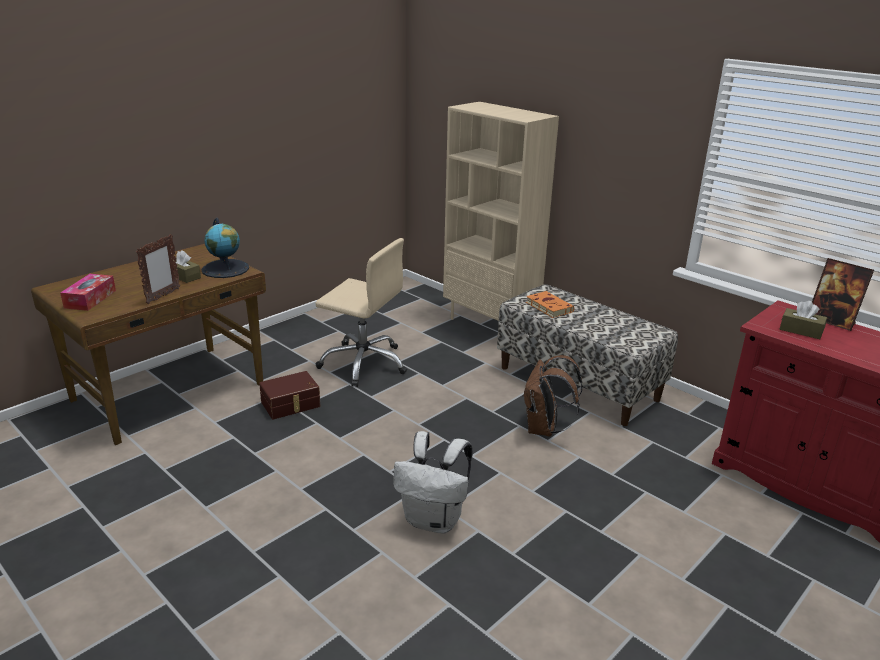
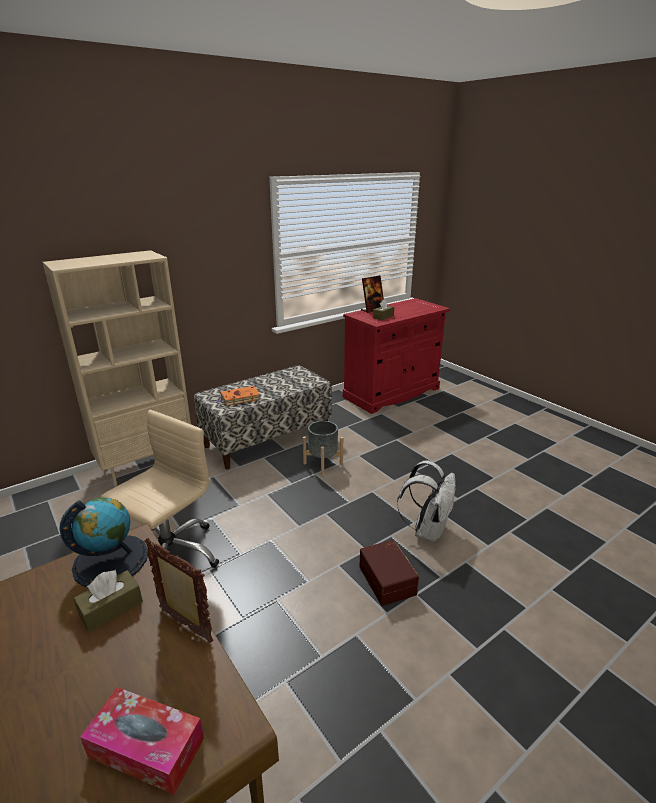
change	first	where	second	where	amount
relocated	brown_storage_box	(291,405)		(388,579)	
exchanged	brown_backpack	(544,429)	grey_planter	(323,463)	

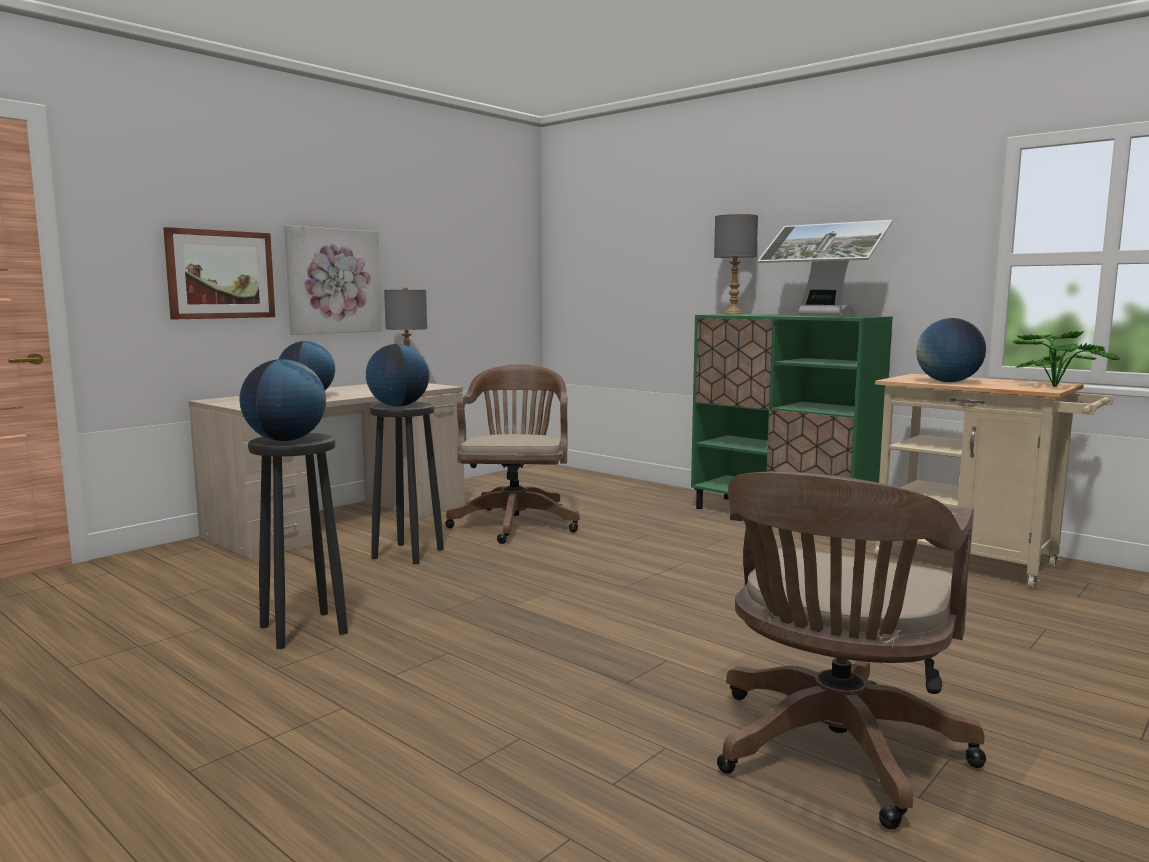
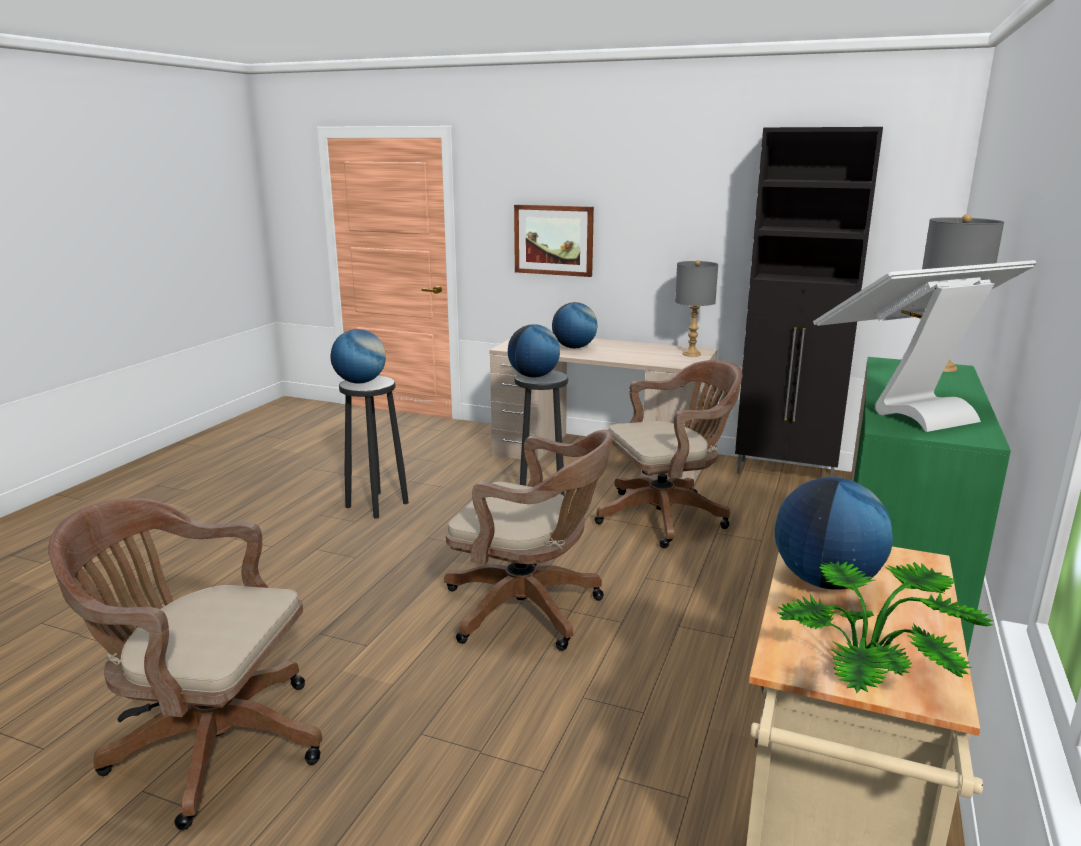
change	first	where	second	where	amount
missing	picture	(333,281)			
appeared			brown_office_chair	(530,610)	
appeared			black_cabinet	(786,473)	
spun	monitor	(821,316)		(907,410)	45 degrees clockwise

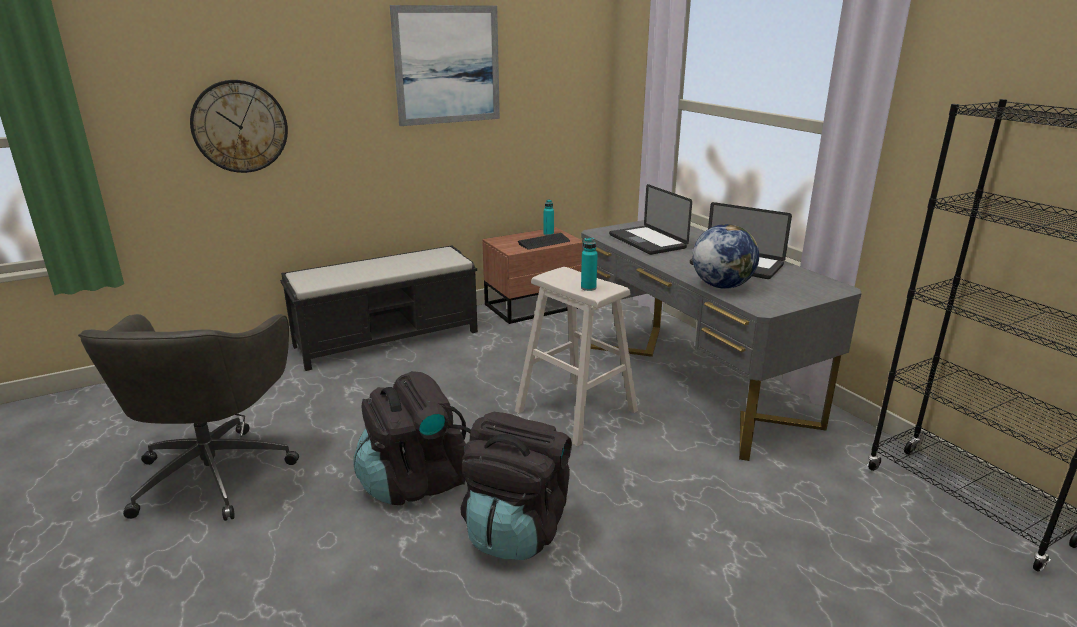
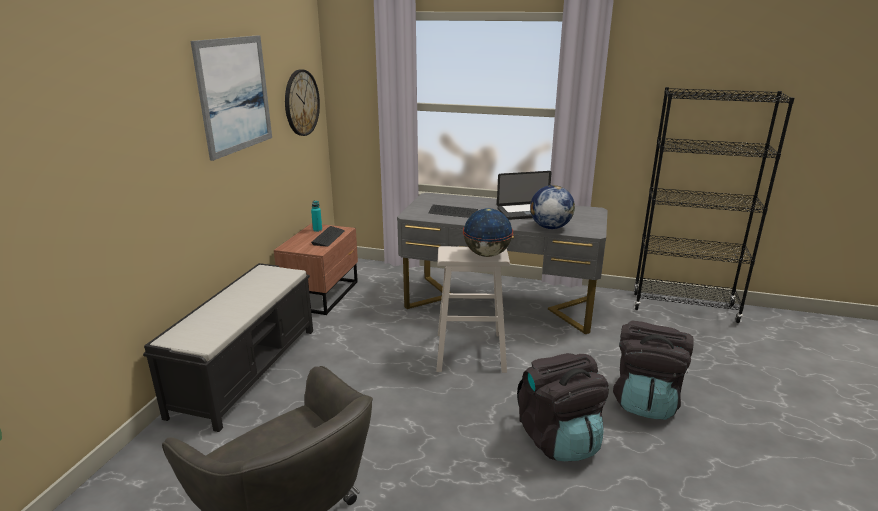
change	first	where	second	where	amount
relocated	wall_clock	(239,126)		(301,103)	
relocated	black_backpack	(416,482)		(645,400)	
exchanged	turquoise_bottle	(588,288)	globe	(486,255)	
exchanged	laptop	(647,241)	keyboard	(453,212)	

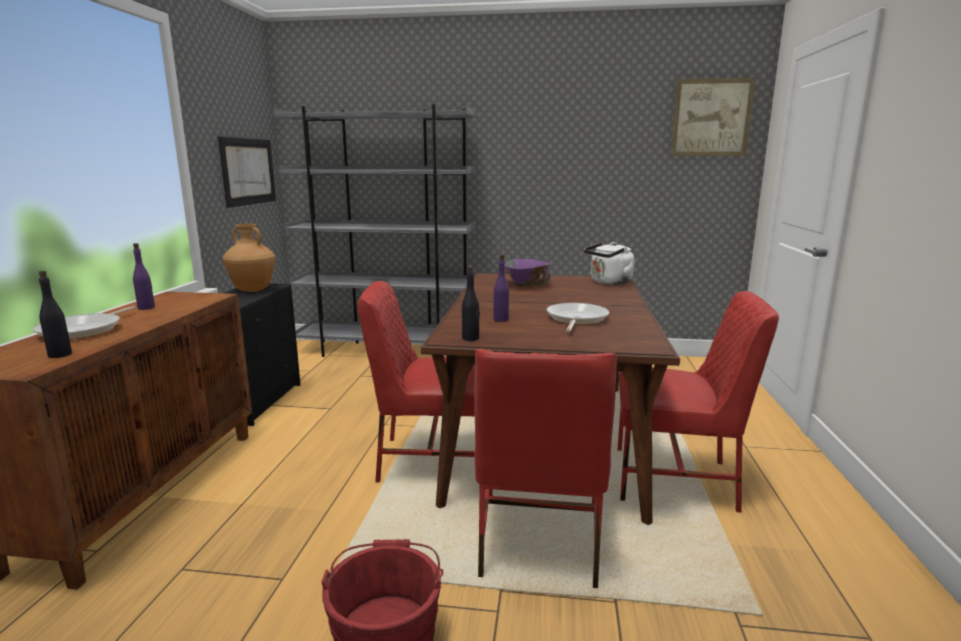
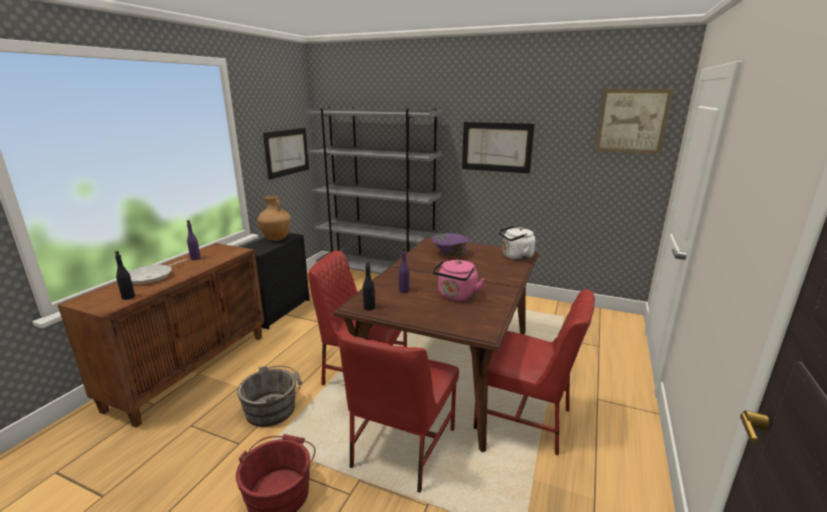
change	first	where	second	where	amount
appeared			grey_bucket	(274,409)	
appeared			picture	(496,147)	
exchanged	frying_pan	(576,319)	pink_kettle	(456,296)	

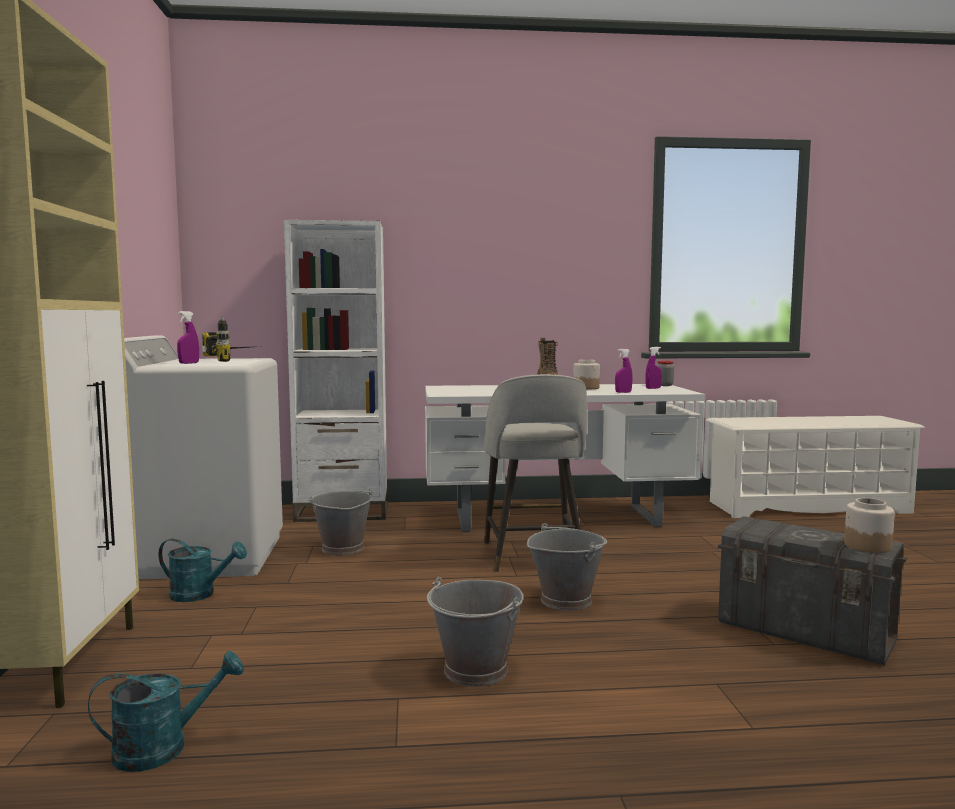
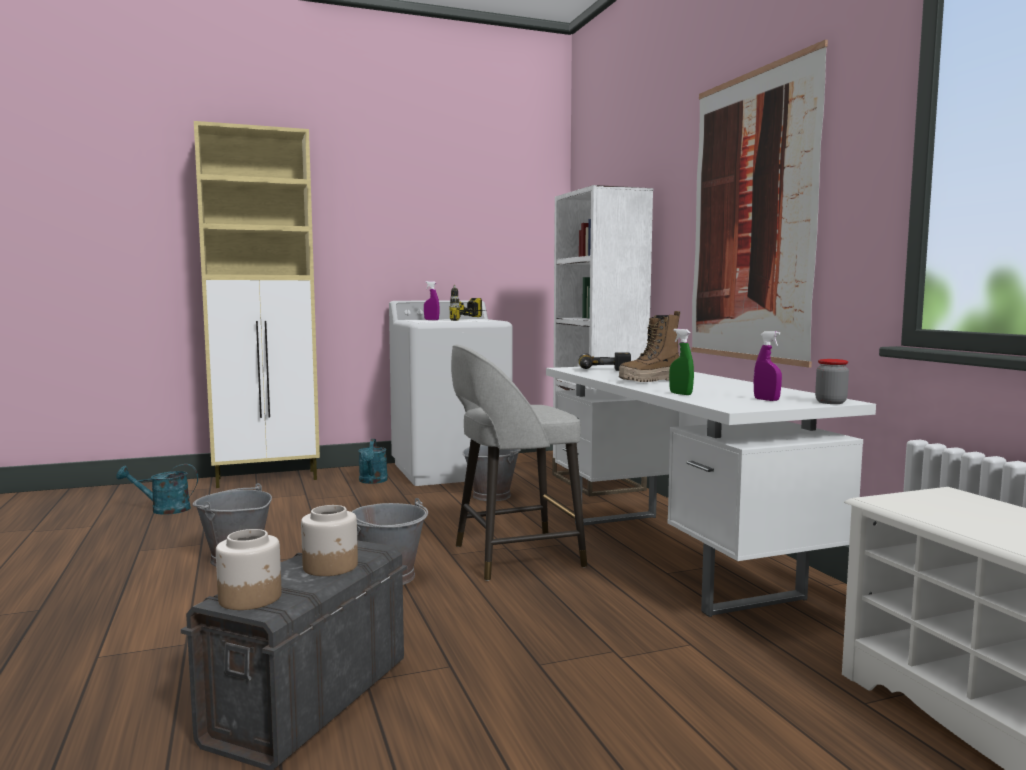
change	first	where	second	where	amount
appeared			power_drill	(604,370)	
appeared			picture	(751,217)	
relocated	jar	(586,388)		(331,566)	
colour	purple_spray_bottle	(623,392)	green_spray_bottle	(680,394)	
spun	turquoise_watering_can	(164,748)		(163,510)	120 degrees clockwise

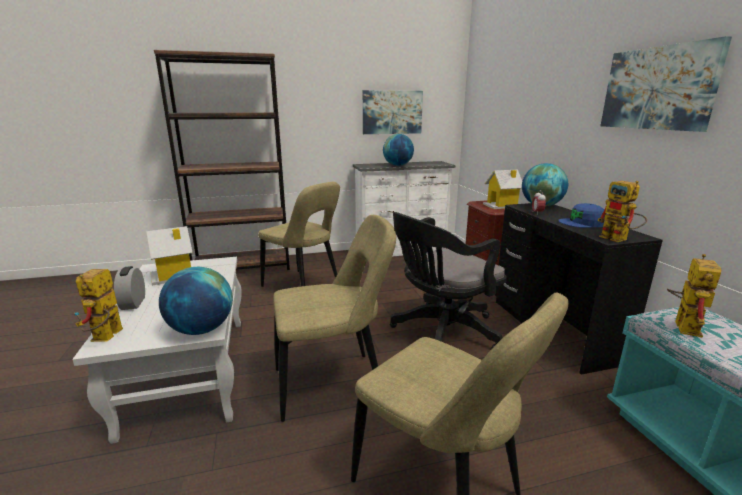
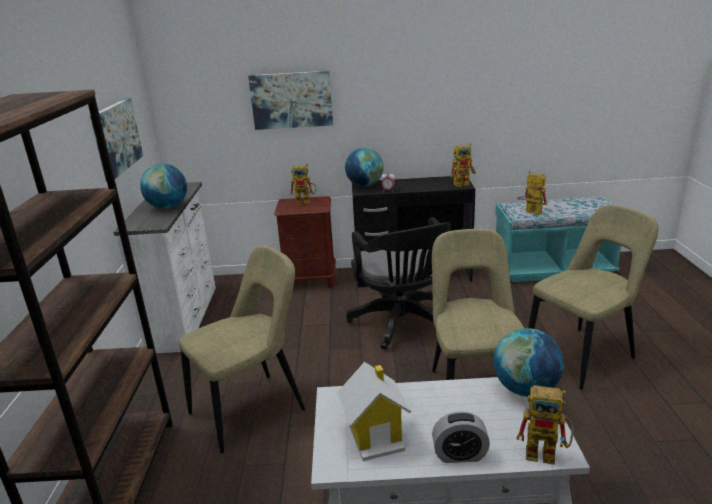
change	first	where	second	where	amount
missing	blue_cap	(582,223)			
relocated	picture	(658,88)		(291,100)	
exchanged	toy_house	(501,206)	toy_robot	(306,202)	

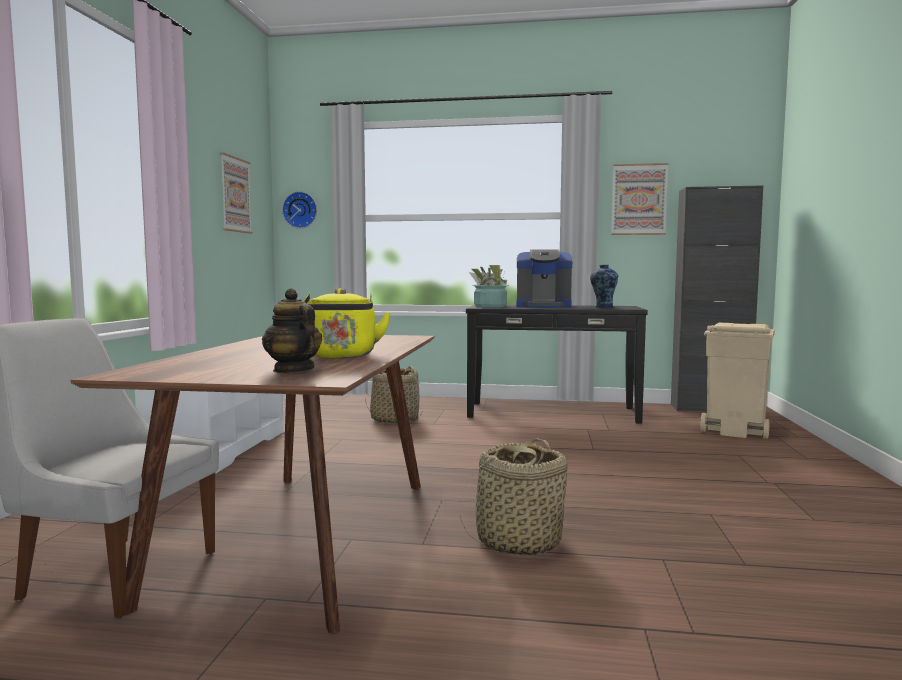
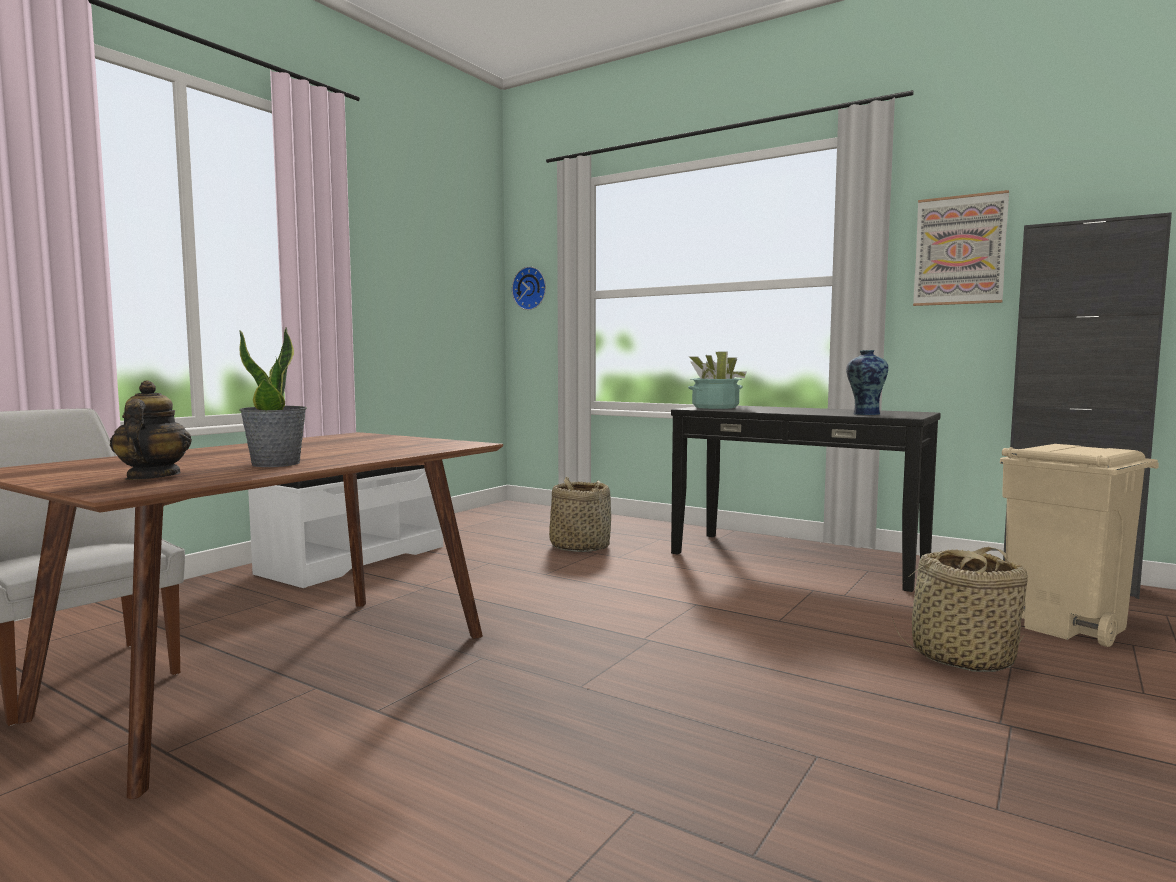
change	first	where	second	where	amount
missing	picture	(235,195)			
missing	coffee_machine	(543,306)			
relocated	basket	(517,542)		(961,657)	
exchanged	yellow_kettle	(342,356)	potted_plant	(276,464)	

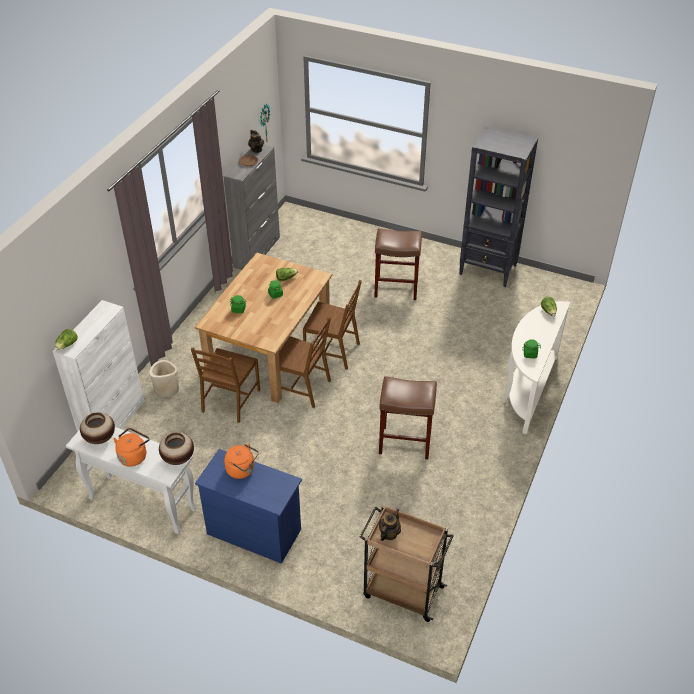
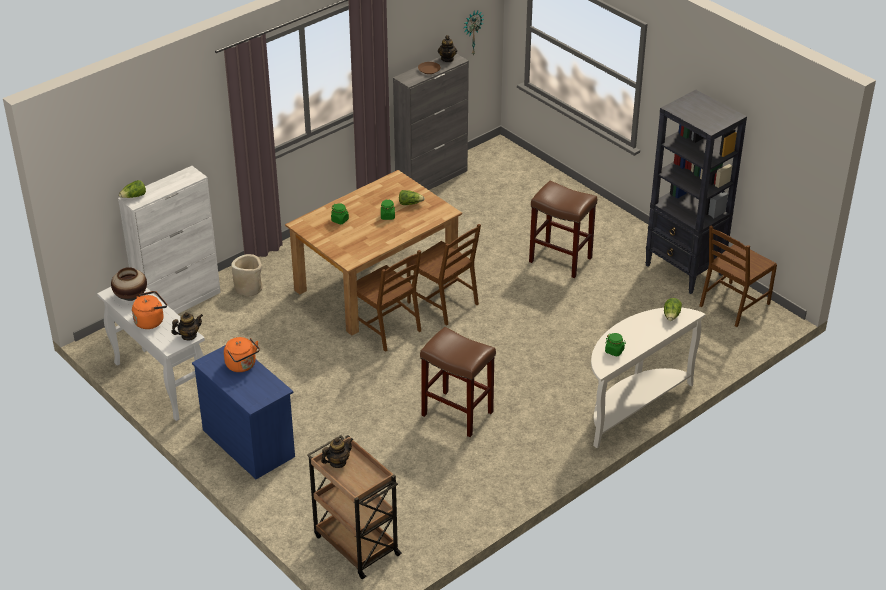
change	first	where	second	where	amount
relocated	brown_chair	(230,401)		(733,305)	
exchanged	vase	(178,458)	teapot	(189,336)	

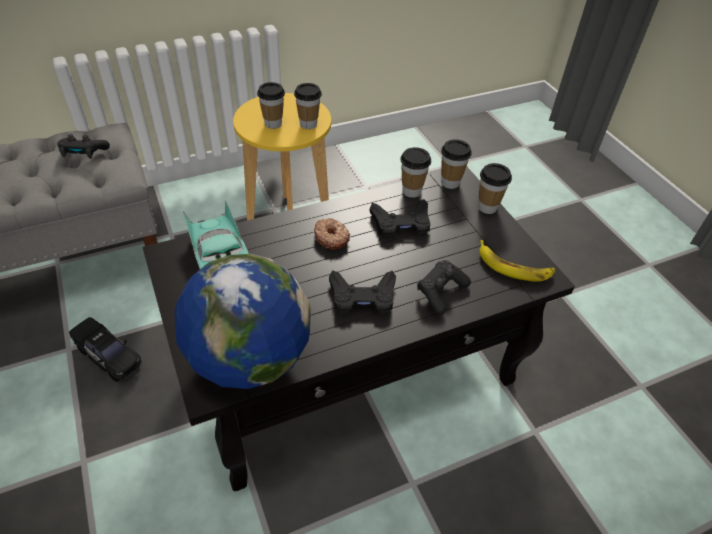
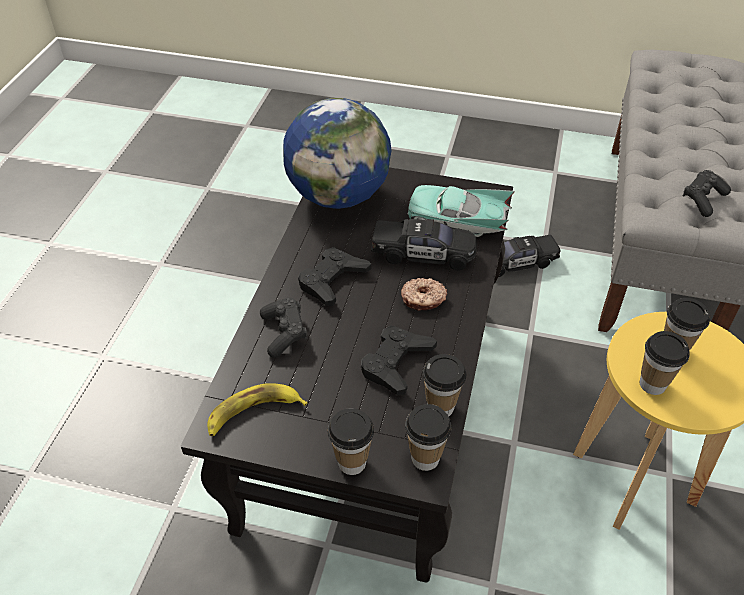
change	first	where	second	where	amount
appeared			black_toy_car	(423,254)	

